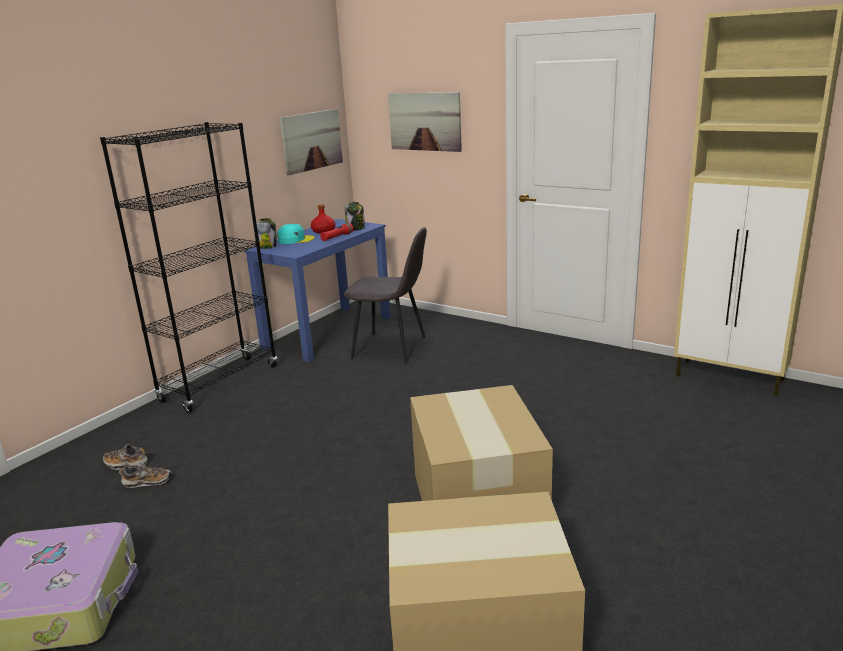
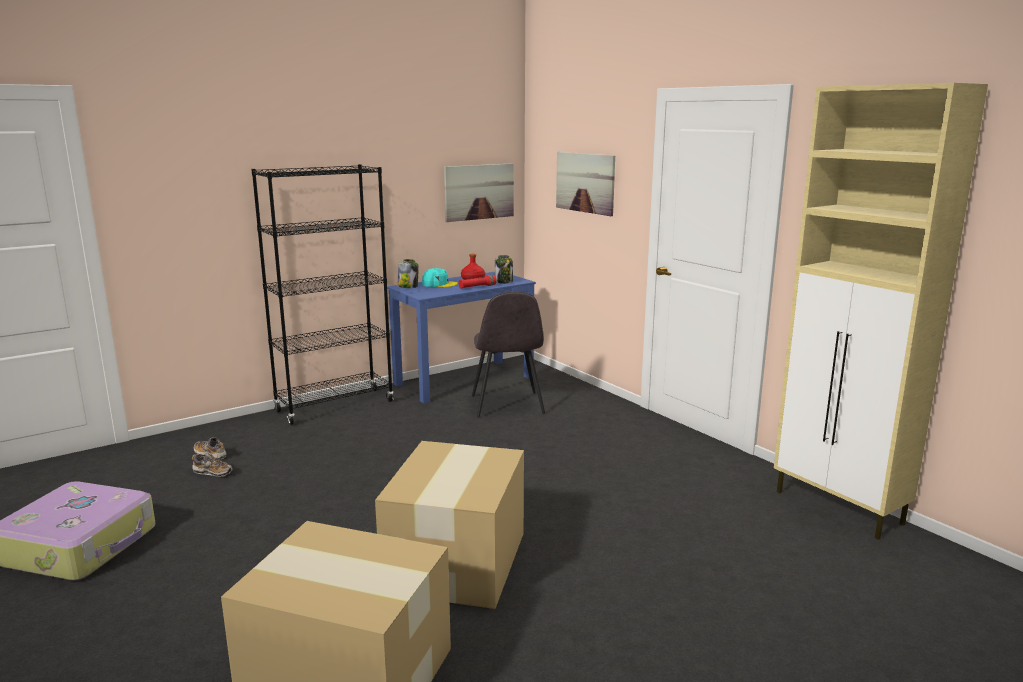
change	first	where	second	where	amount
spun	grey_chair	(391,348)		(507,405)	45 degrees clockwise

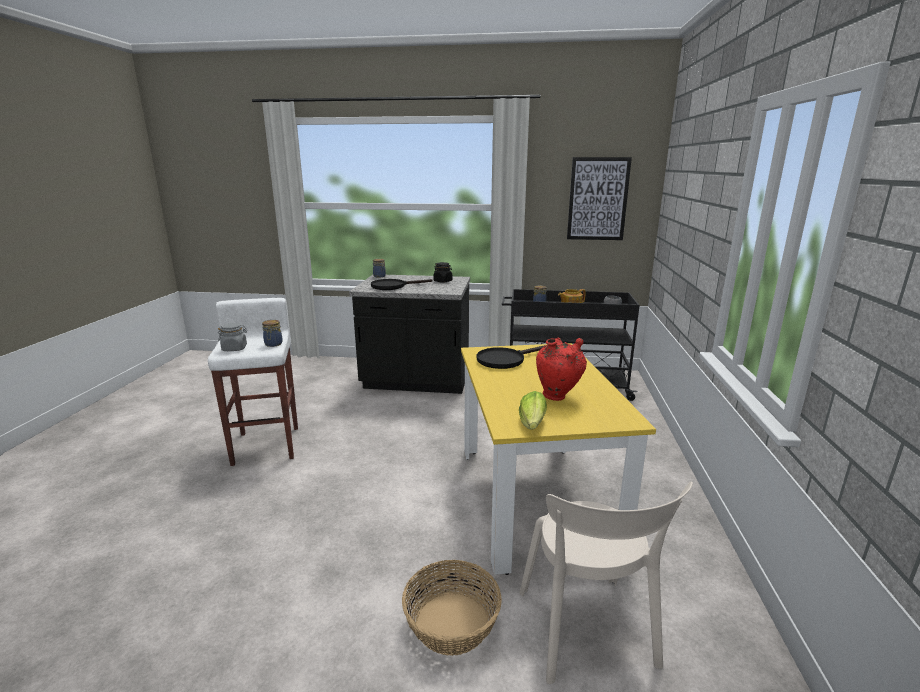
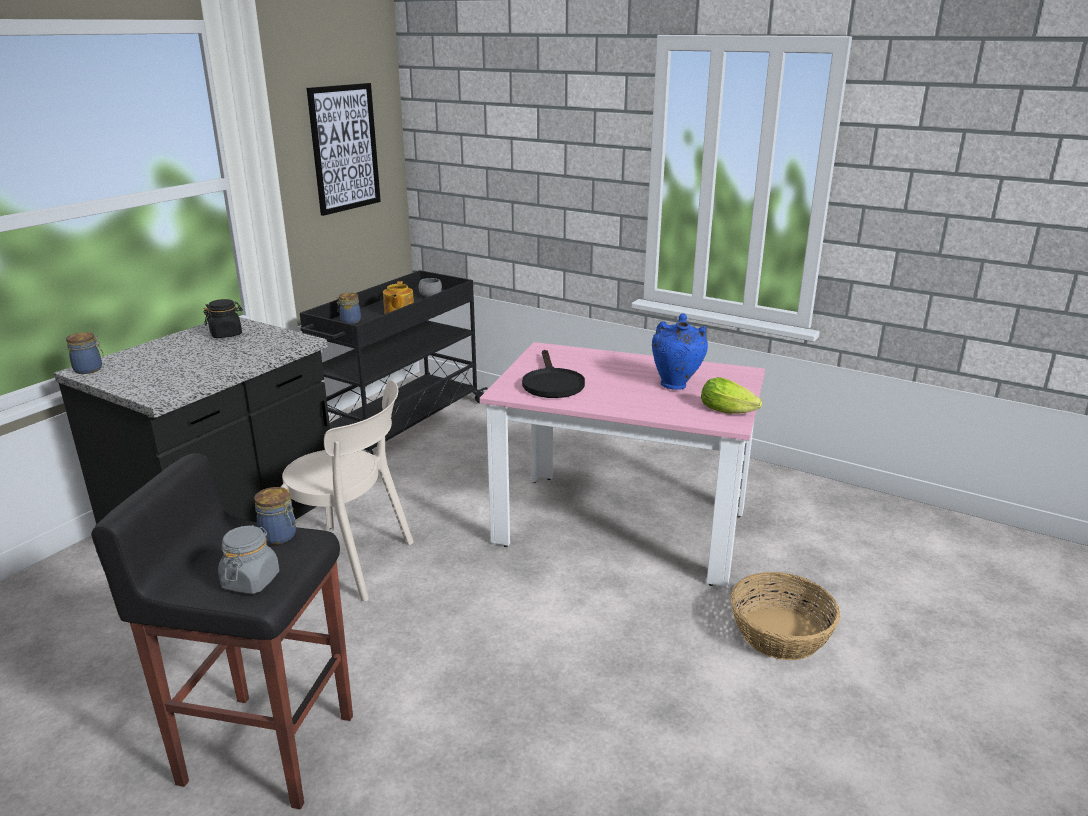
change	first	where	second	where	amount
missing	black_frying_pan	(393,286)			
relocated	beige_chair	(587,633)		(353,563)	
colour	white_stool	(267,444)	black_stool	(266,746)	
colour	yellow_dining_table	(533,499)	pink_dining_table	(621,526)	
colour	red_vase	(558,397)	blue_vase	(676,385)	

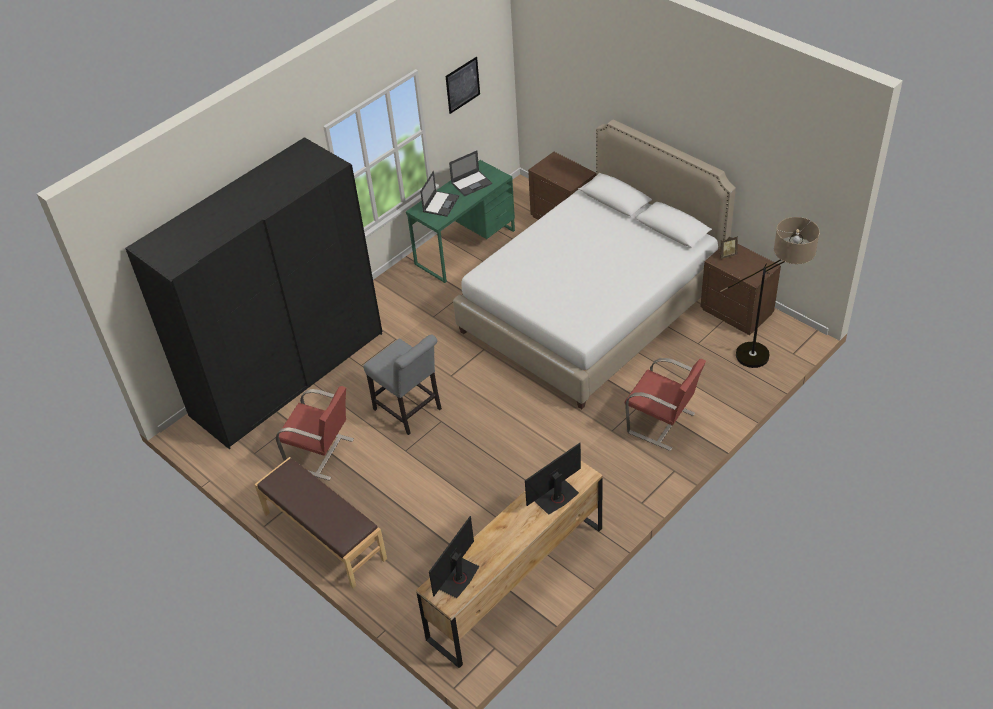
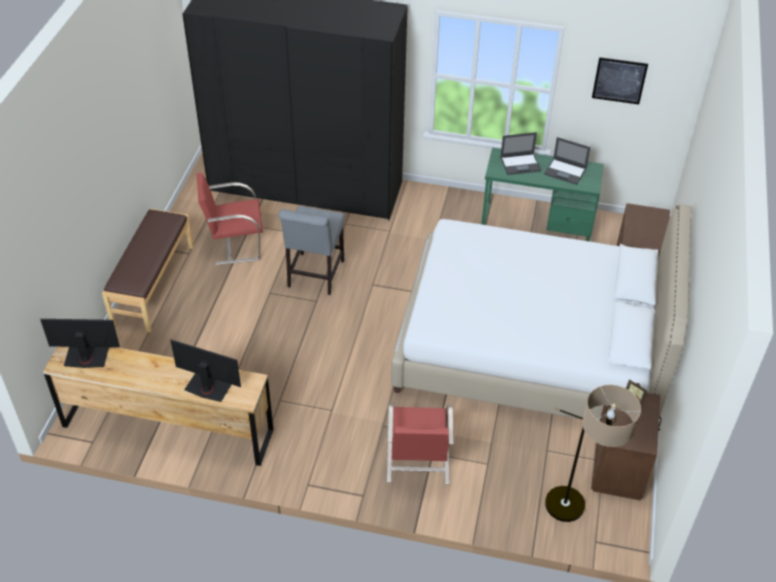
change	first	where	second	where	amount
spun	red_chair	(321,454)		(234,244)	90 degrees clockwise

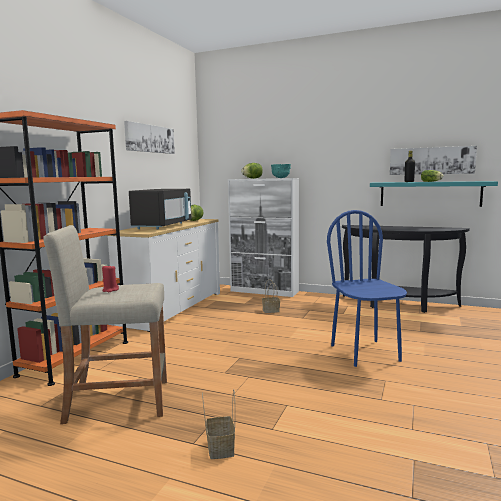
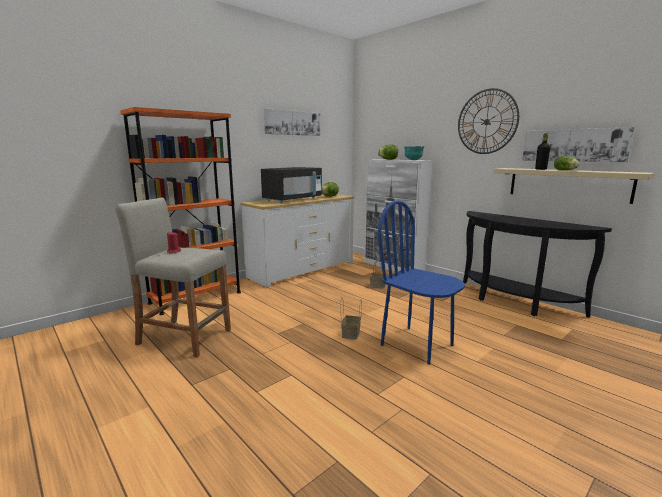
change	first	where	second	where	amount
appeared			wall_clock	(486,122)	
relocated	basket	(220,447)		(350,333)	
colour	turquoise_shelf	(429,194)	beige_shelf	(567,184)	
spun	blue_chair	(365,353)		(417,344)	60 degrees counterclockwise

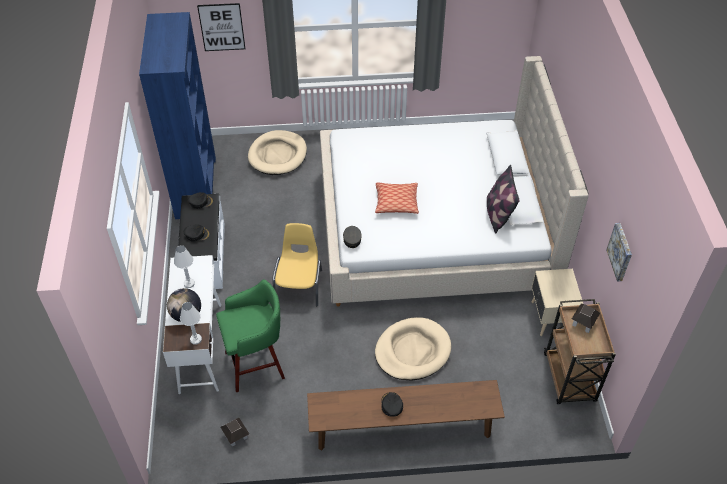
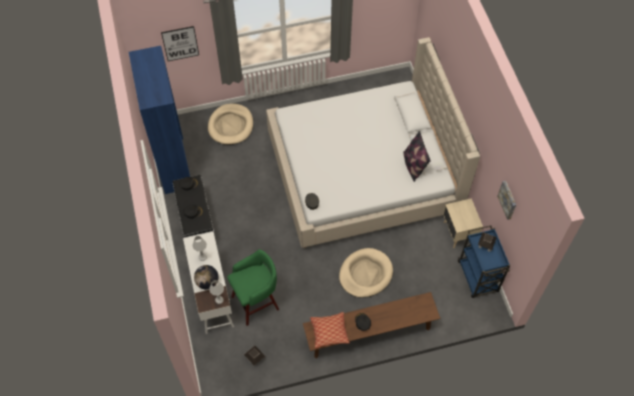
change	first	where	second	where	amount
missing	yellow_chair	(299,285)			
relocated	pillow	(396,202)		(329,332)	
colour	brown_cart	(569,379)	blue_cart	(478,277)	

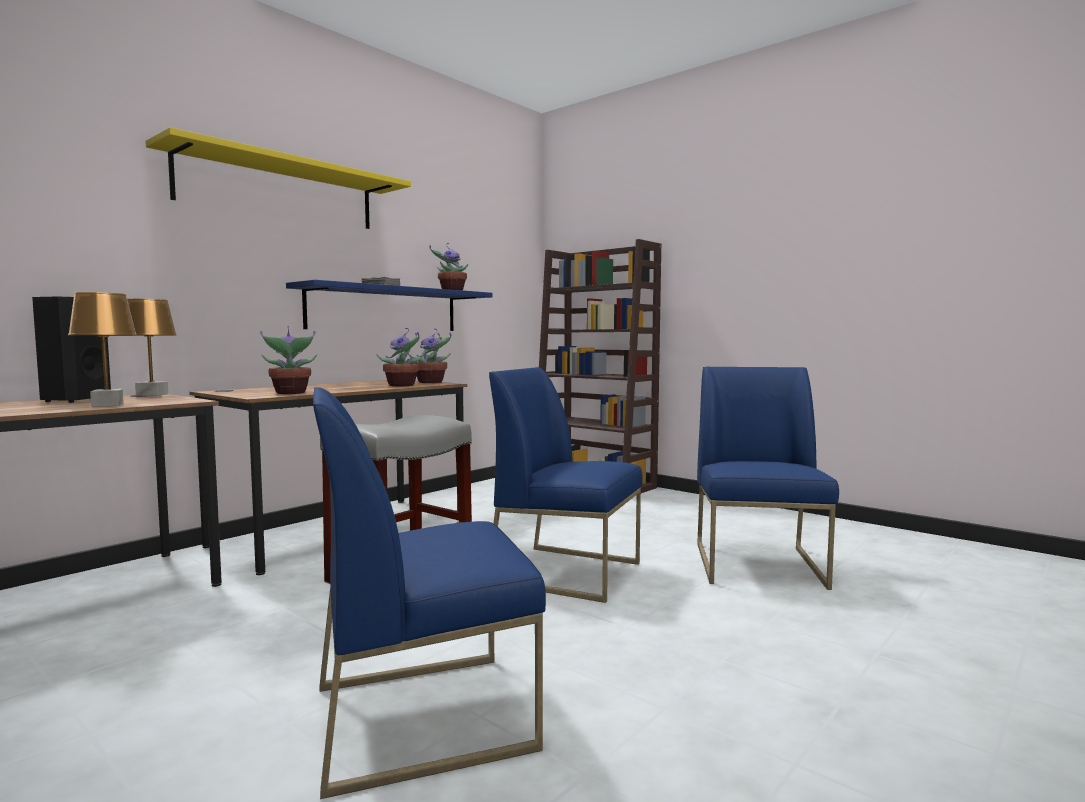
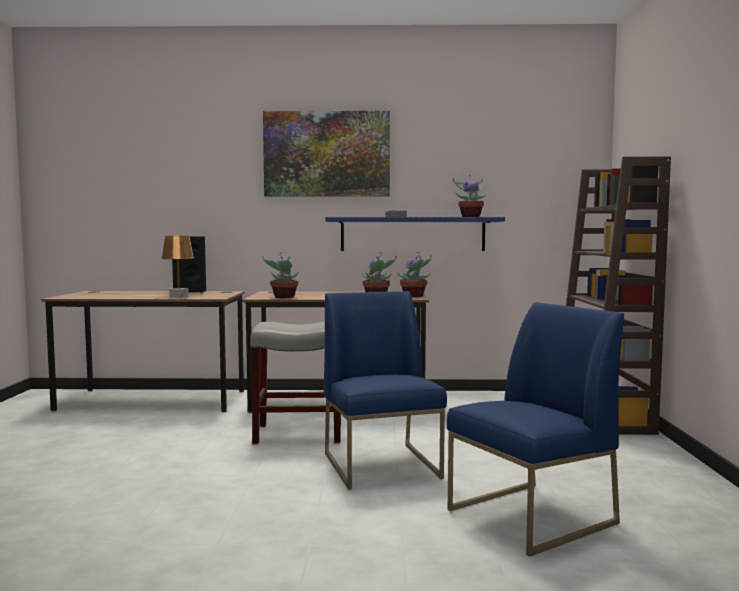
change	first	where	second	where	amount
missing	brown_table_lamp	(152,395)			
missing	blue_chair	(423,715)			
exchanged	yellow_shelf	(280,192)	picture	(326,154)	

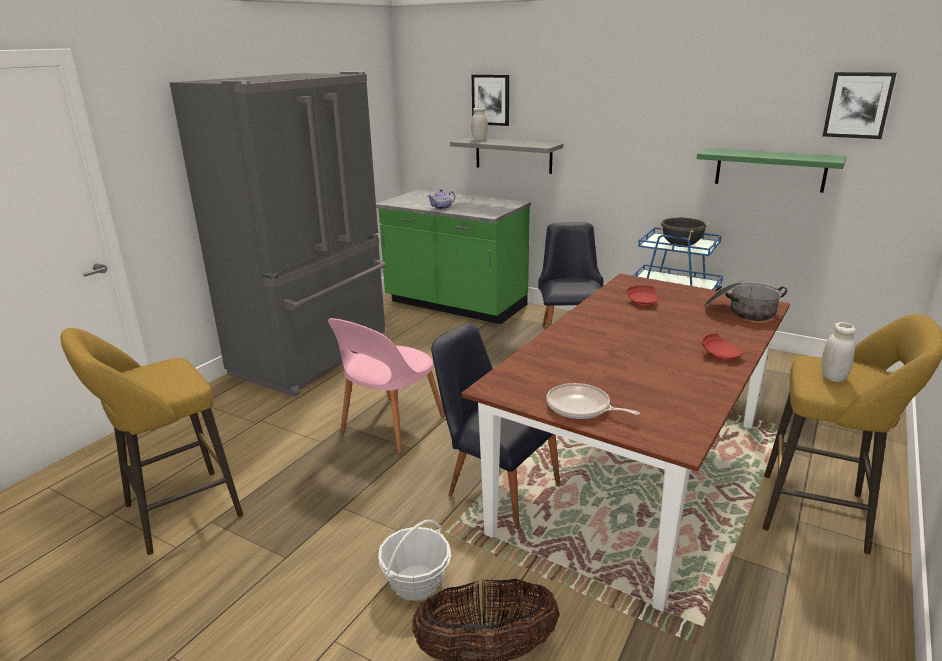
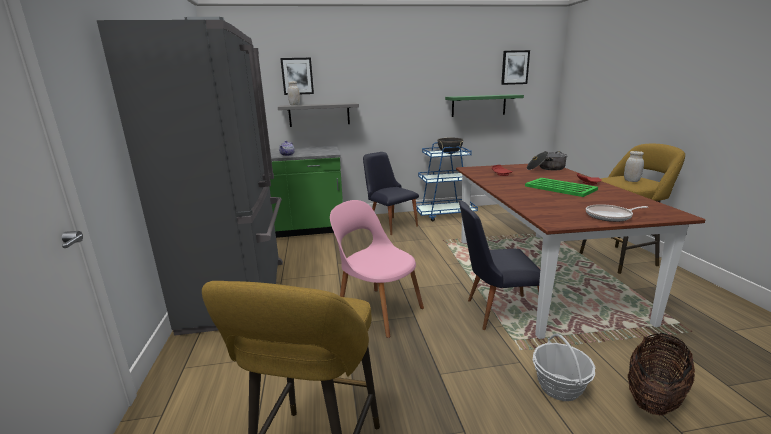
change	first	where	second	where	amount
appeared			green_tray	(560,188)	
spun	pink_chair	(390,426)		(378,310)	135 degrees clockwise

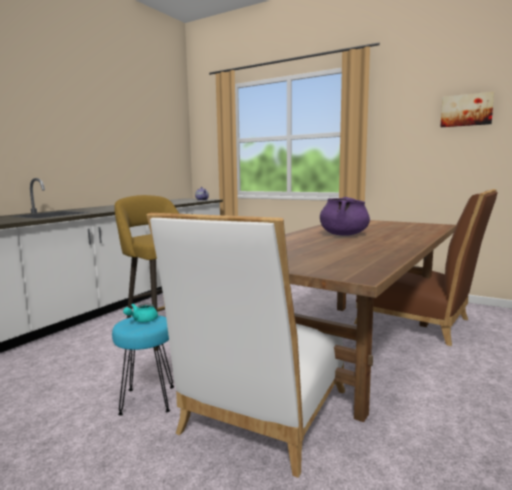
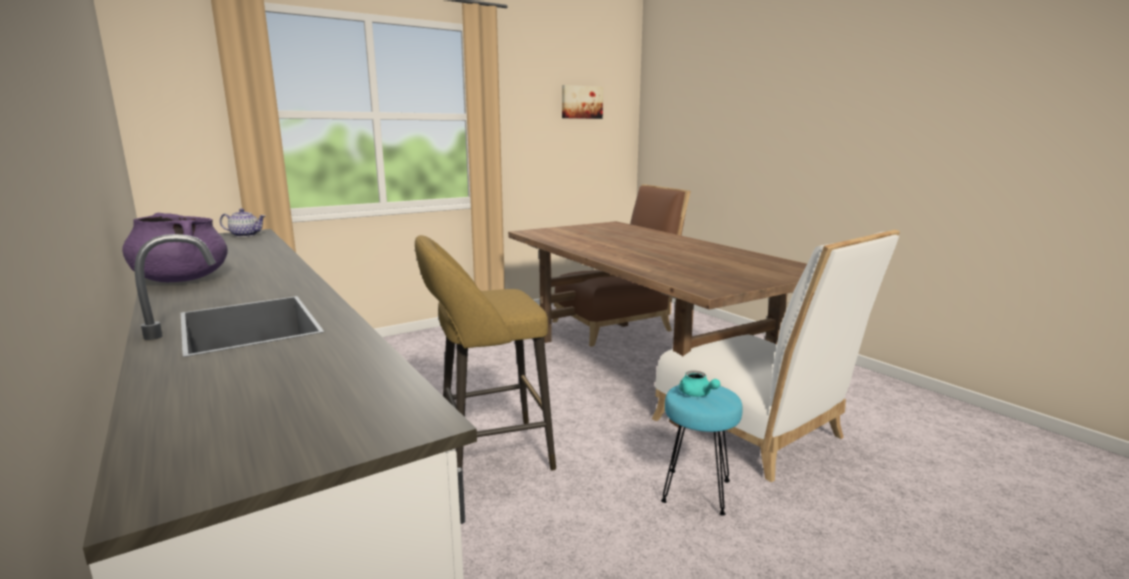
change	first	where	second	where	amount
relocated	purple_cooking_pot	(343,234)		(182,279)	

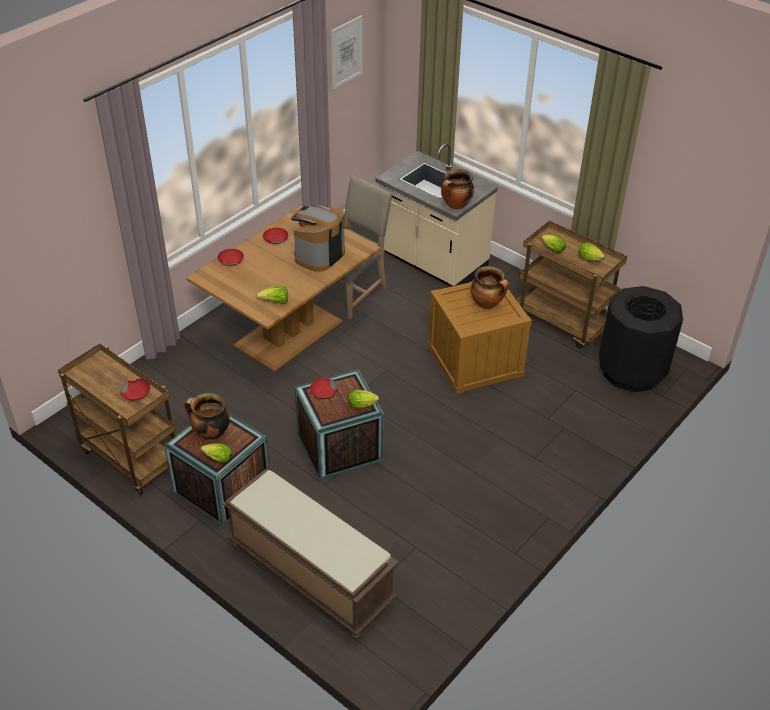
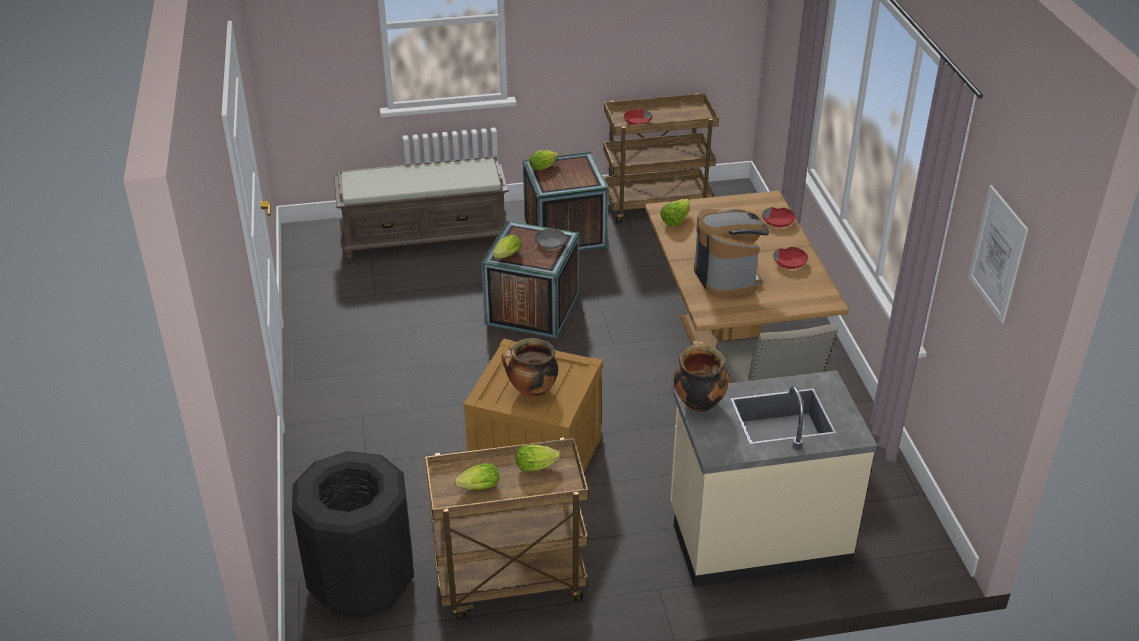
change	first	where	second	where	amount
missing	cooking_pot	(210,433)			
colour	red_bowl	(323,393)	grey_bowl	(550,243)	

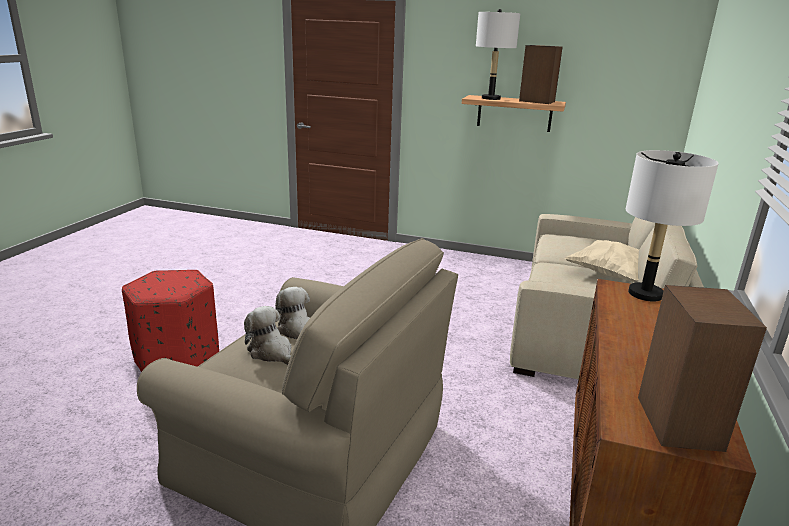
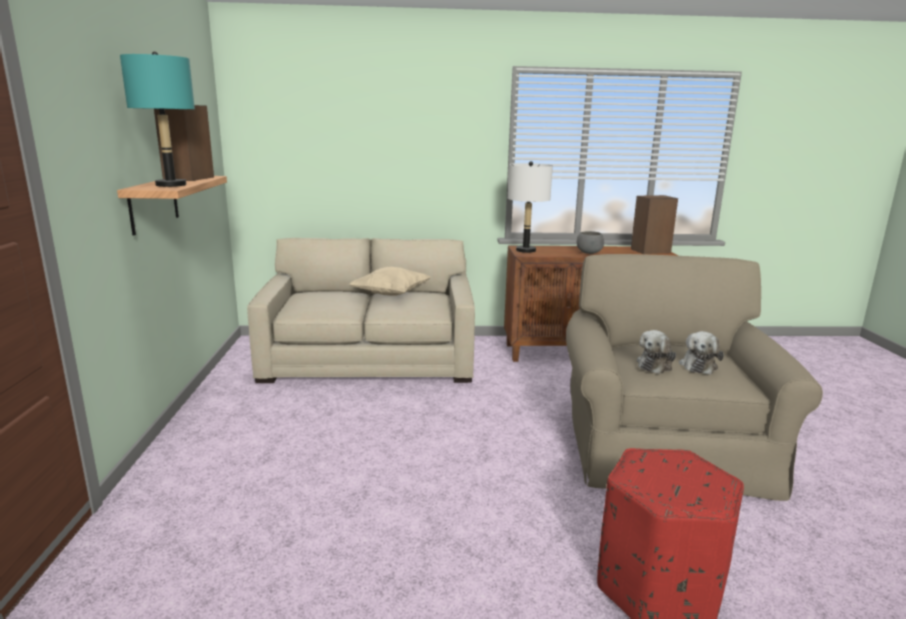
change	first	where	second	where	amount
appeared			grey_bowl	(588,253)	
colour	white_table_lamp	(491,98)	turquoise_table_lamp	(171,185)	

